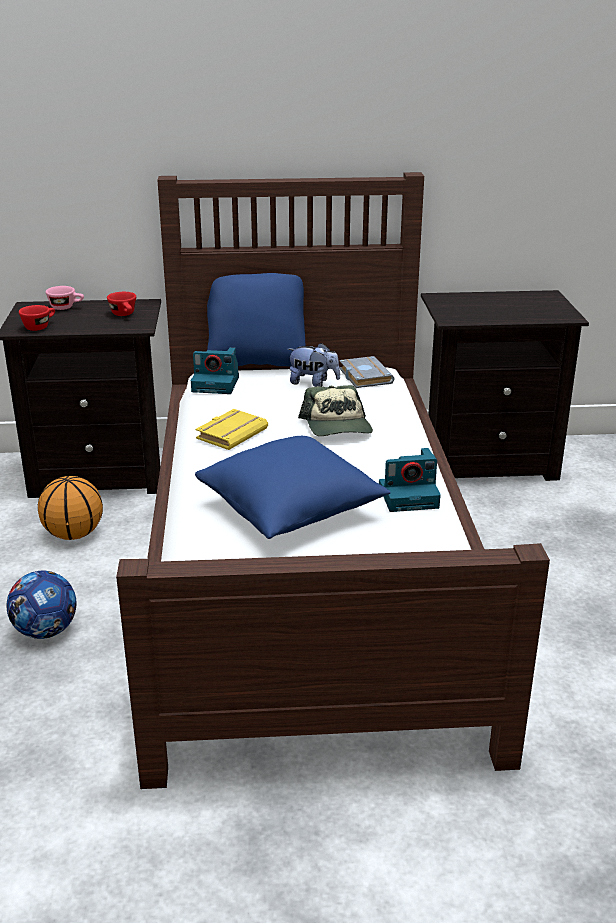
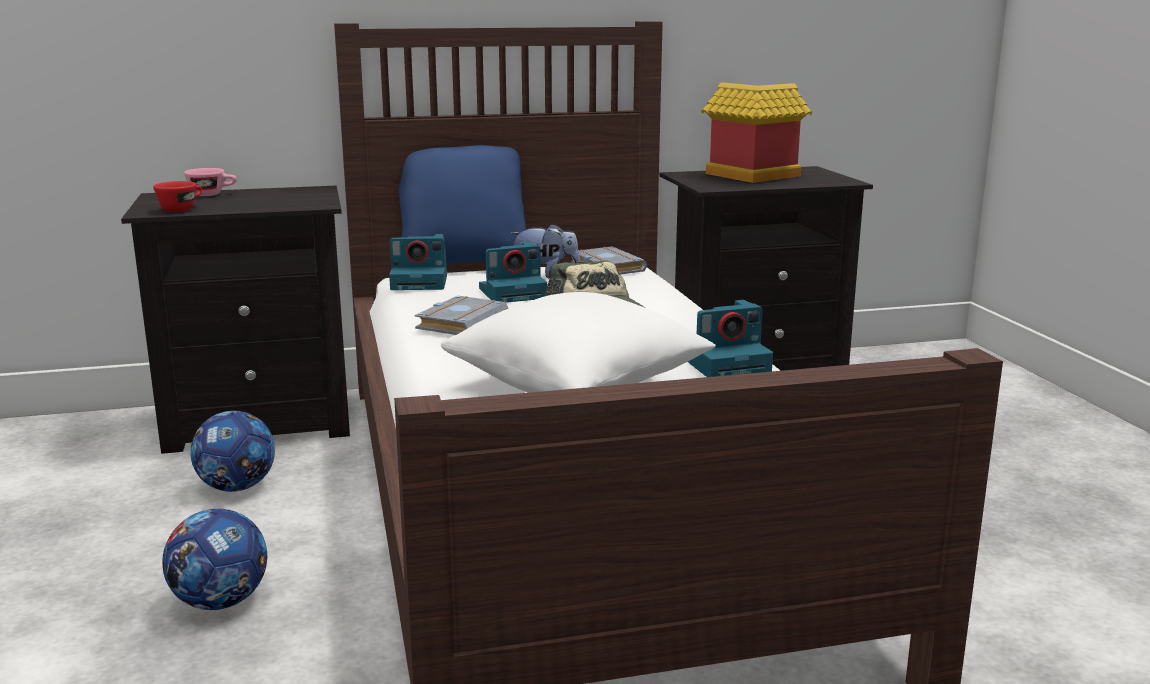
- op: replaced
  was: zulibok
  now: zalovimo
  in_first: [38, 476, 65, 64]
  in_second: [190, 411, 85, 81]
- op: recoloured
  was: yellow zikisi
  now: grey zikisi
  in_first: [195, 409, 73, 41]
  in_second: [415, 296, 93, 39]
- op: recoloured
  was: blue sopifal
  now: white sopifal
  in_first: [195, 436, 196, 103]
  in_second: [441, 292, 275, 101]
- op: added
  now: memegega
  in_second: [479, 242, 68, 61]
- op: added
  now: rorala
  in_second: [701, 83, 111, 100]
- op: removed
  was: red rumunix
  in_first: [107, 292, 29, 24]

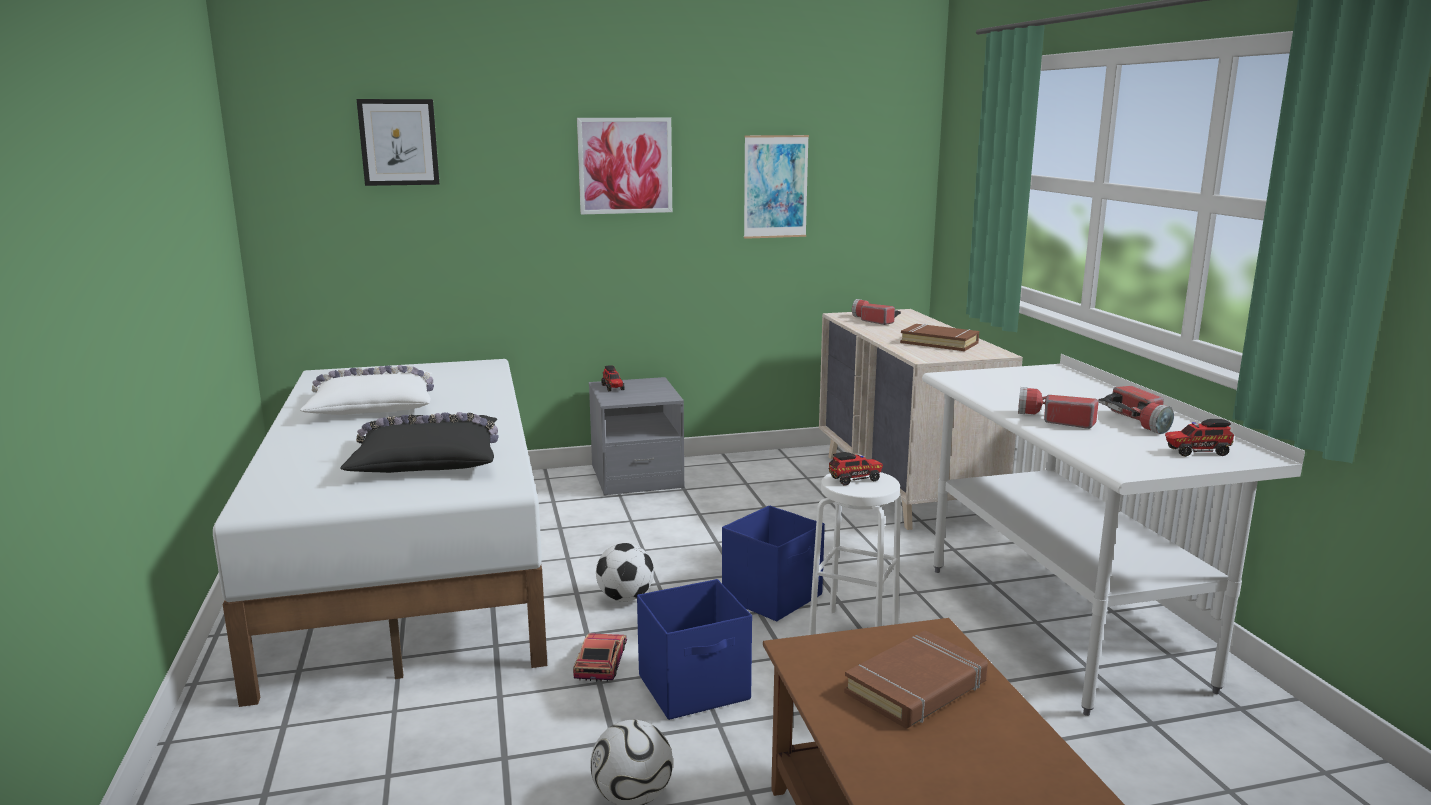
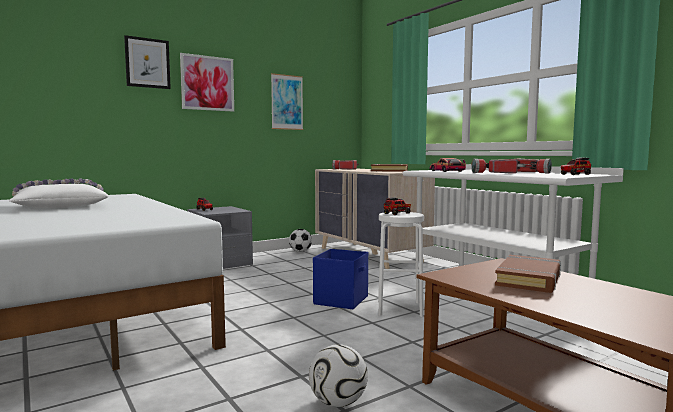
- op: moved
  was: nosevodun
  in_first: [357, 99, 83, 87]
  in_second: [124, 35, 47, 54]
- op: moved
  was: zalovimo
  in_first: [596, 543, 58, 59]
  in_second: [289, 229, 23, 23]
- op: moved
  was: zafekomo
  in_first: [573, 633, 54, 49]
  in_second: [430, 158, 36, 14]
- op: removed
  was: black sopifal
  in_first: [340, 412, 159, 61]
- op: removed
  was: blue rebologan
  in_first: [637, 579, 115, 141]

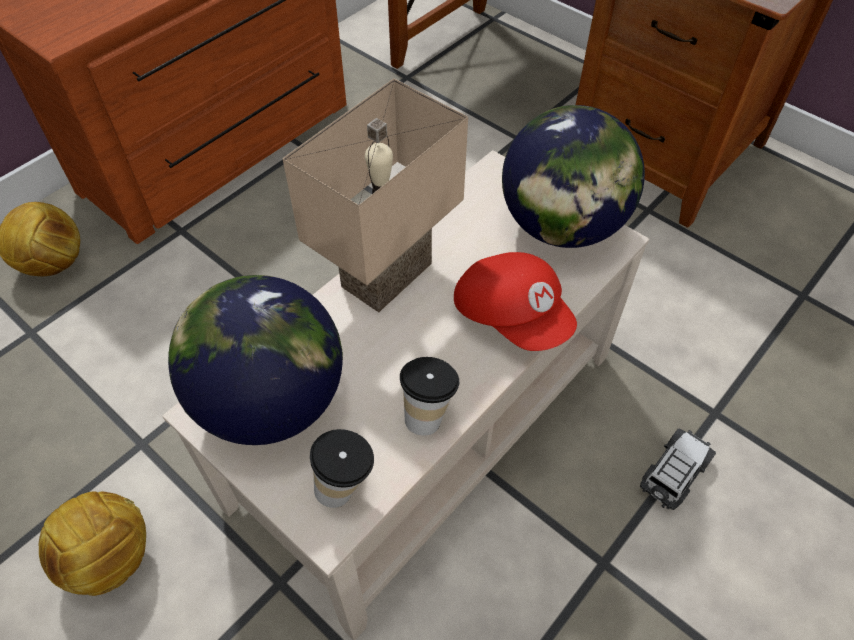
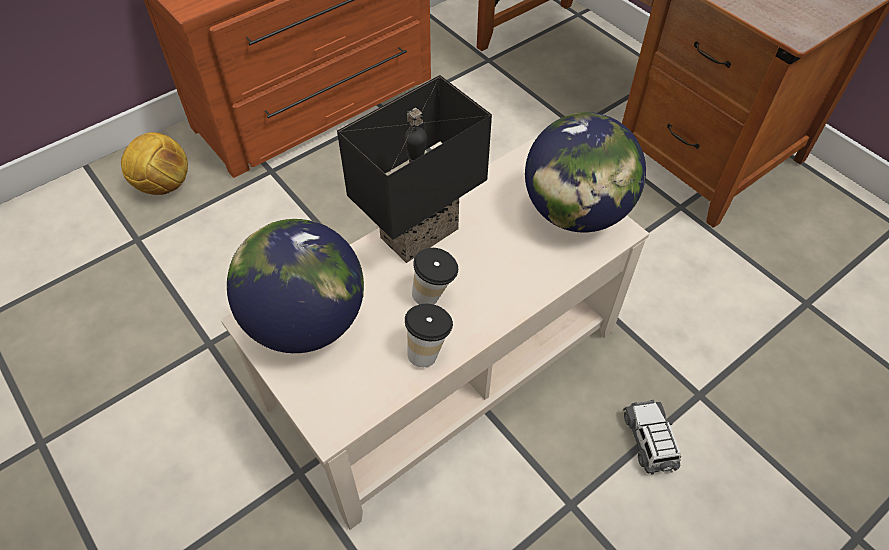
- op: recoloured
  was: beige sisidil
  now: black sisidil
  in_first: [282, 78, 186, 234]
  in_second: [337, 75, 155, 188]
- op: moved
  was: rumunix
  in_first: [310, 429, 64, 79]
  in_second: [412, 248, 46, 56]
- op: turned
  was: zafekomo
  in_first: [640, 428, 76, 82]
  in_second: [623, 400, 58, 75]
  clockwise: -60
- op: removed
  was: zalovimo
  in_first: [39, 492, 107, 104]
- op: removed
  was: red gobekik
  in_first: [454, 252, 123, 99]

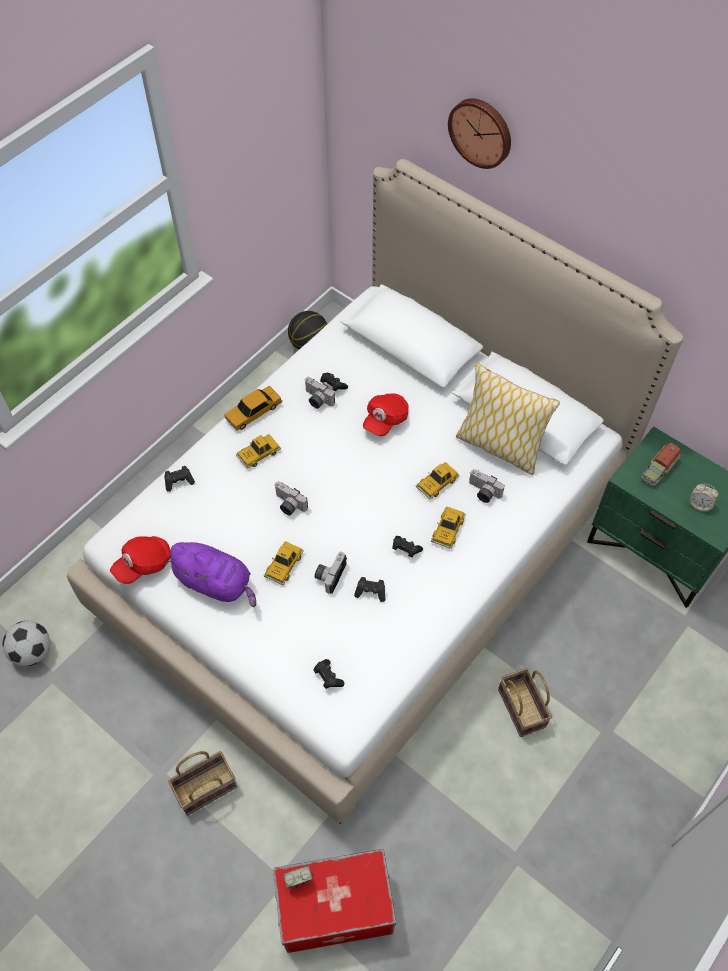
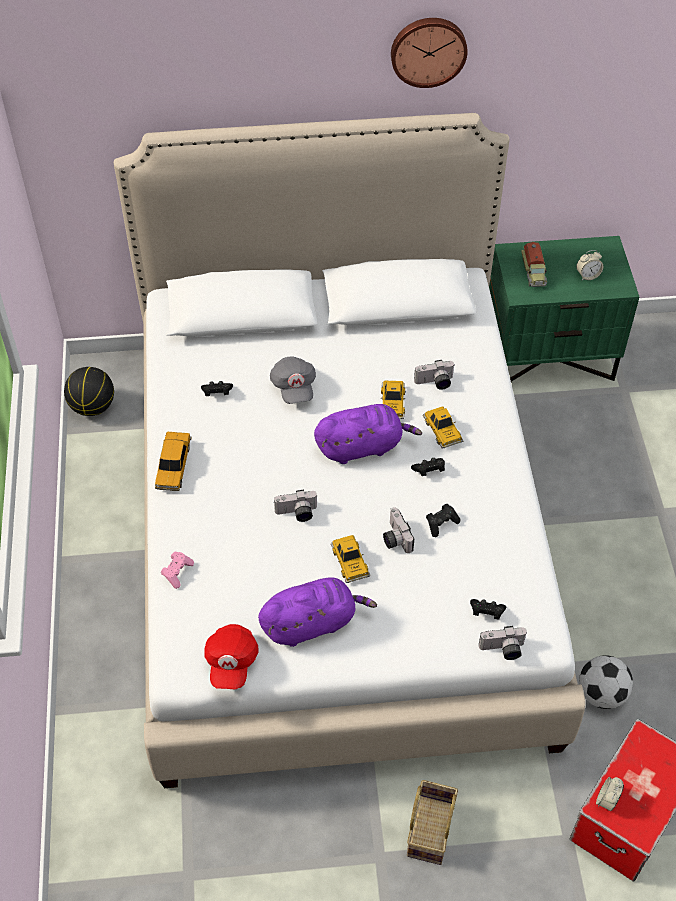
- op: recoloured
  was: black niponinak
  now: pink niponinak
  in_first: [164, 466, 31, 26]
  in_second: [161, 552, 33, 37]
- op: recoloured
  was: red gobekik
  now: grey gobekik
  in_first: [363, 394, 45, 42]
  in_second: [270, 356, 46, 48]
- op: added
  now: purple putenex
  in_second: [314, 404, 108, 60]
- op: moved
  was: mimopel
  in_first: [448, 98, 63, 71]
  in_second: [391, 18, 77, 70]
- op: moved
  was: memegega
  in_first: [304, 377, 31, 32]
  in_second: [479, 626, 48, 34]
- op: moved
  was: zalovimo
  in_first: [3, 621, 47, 45]
  in_second: [579, 655, 54, 54]
- op: removed
  was: zafekomo
  in_first: [236, 434, 45, 35]
- op: removed
  was: sopifal
  in_first: [456, 363, 104, 112]
- op: removed
  was: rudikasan
  in_first: [498, 668, 54, 69]

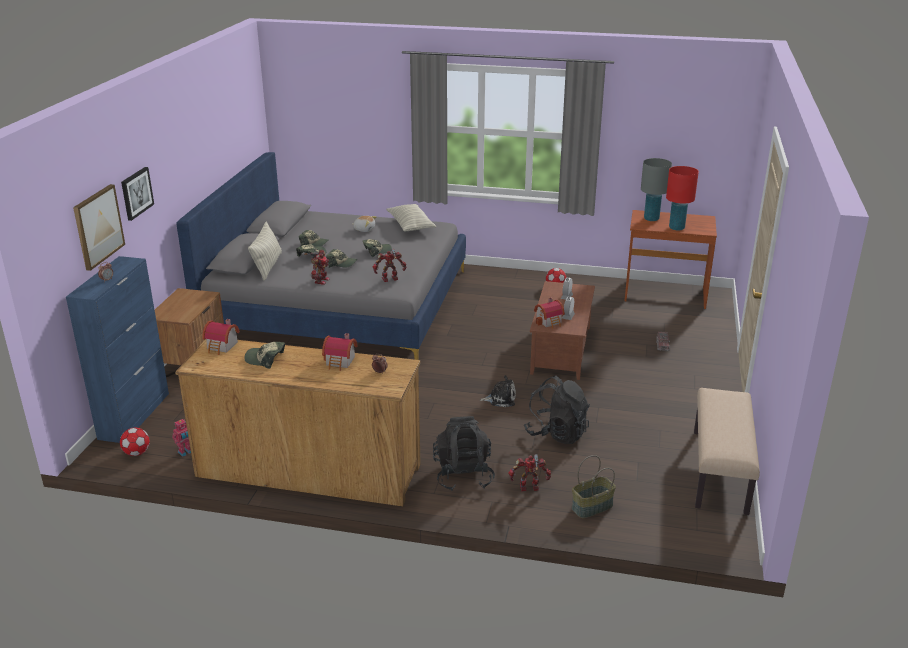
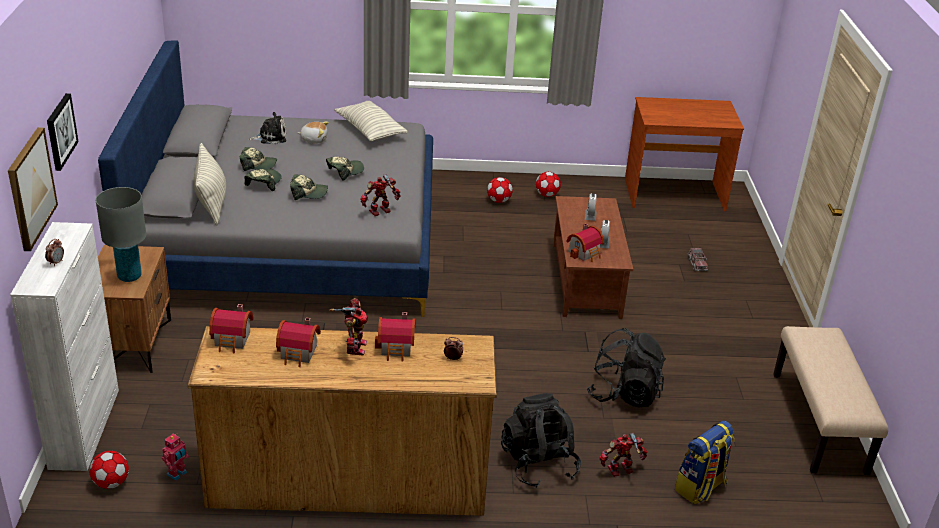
- op: recoloured
  was: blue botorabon
  now: white botorabon
  in_first: [66, 256, 103, 187]
  in_second: [10, 222, 109, 249]
- op: moved
  was: grey sisidil
  in_first: [641, 158, 31, 63]
  in_second: [96, 187, 50, 95]
- op: moved
  was: putenex
  in_first: [480, 375, 36, 32]
  in_second: [248, 112, 38, 32]
- op: replaced
  was: gobekik
  now: rorala
  in_first: [244, 342, 41, 27]
  in_second: [276, 318, 45, 49]
- op: moved
  was: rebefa
  in_first: [304, 250, 26, 35]
  in_second: [329, 298, 39, 58]
- op: added
  now: zalovimo
  in_second: [487, 177, 26, 26]
- op: replaced
  was: rudikasan
  now: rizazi
  in_first: [571, 455, 45, 63]
  in_second: [675, 421, 60, 83]
- op: removed
  was: red sisidil
  in_first: [666, 166, 33, 65]

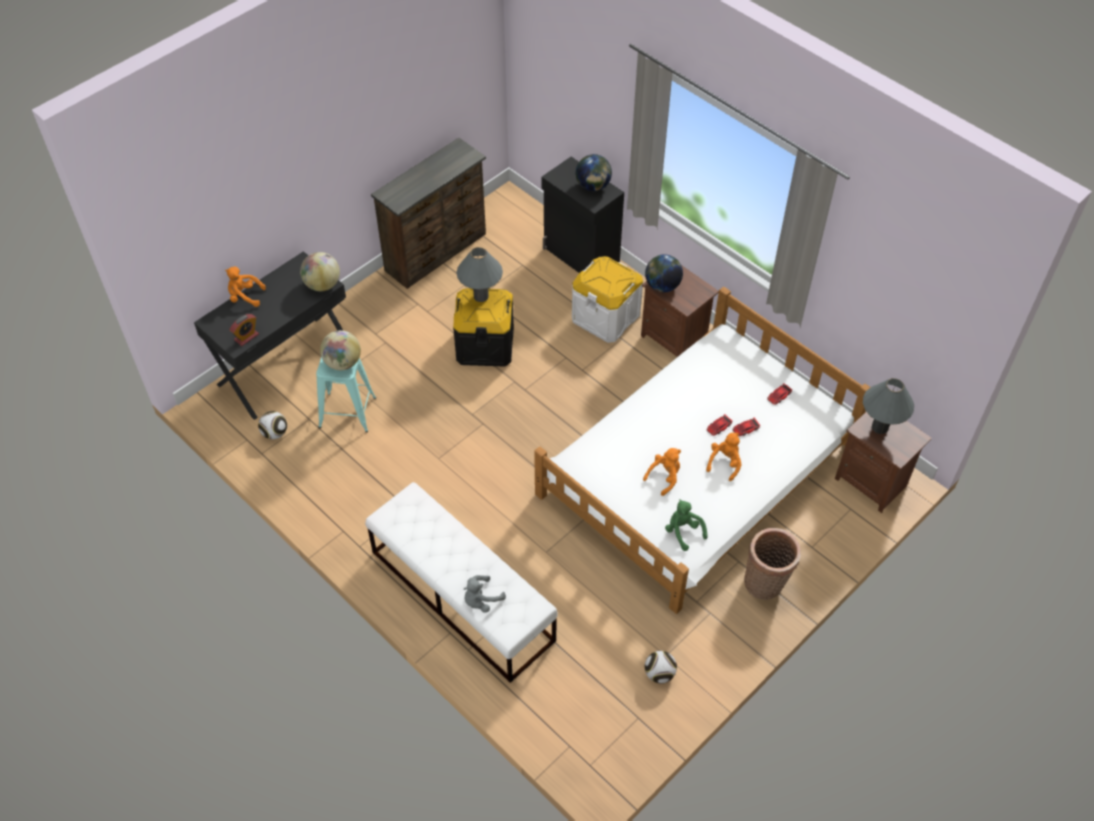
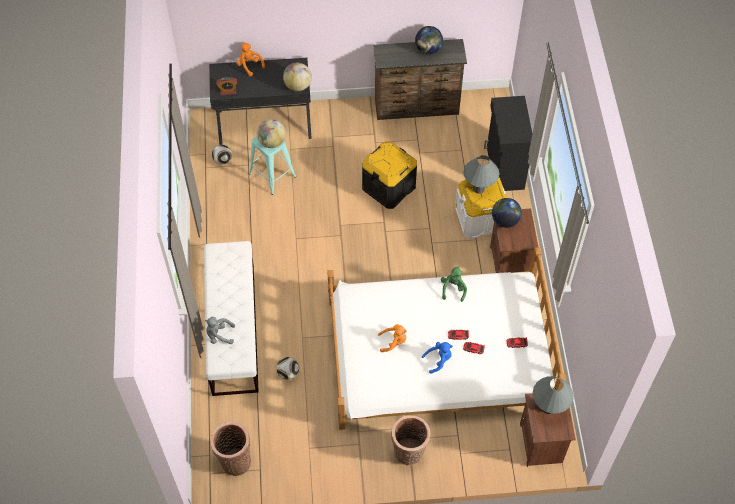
- op: added
  now: rudikasan
  in_second: [210, 422, 41, 54]
- op: moved
  was: zalovimo
  in_first: [645, 651, 32, 32]
  in_second: [276, 357, 23, 23]
- op: moved
  was: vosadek
  in_first: [575, 154, 37, 37]
  in_second: [415, 26, 28, 28]
- op: recoloured
  was: orange putenex
  now: blue putenex
  in_first: [706, 432, 36, 49]
  in_second: [422, 342, 31, 32]
- op: moved
  was: green putenex
  in_first: [665, 499, 43, 52]
  in_second: [441, 266, 26, 36]
- op: moved
  was: grey sisidil
  in_first: [456, 247, 47, 55]
  in_second: [464, 155, 35, 39]

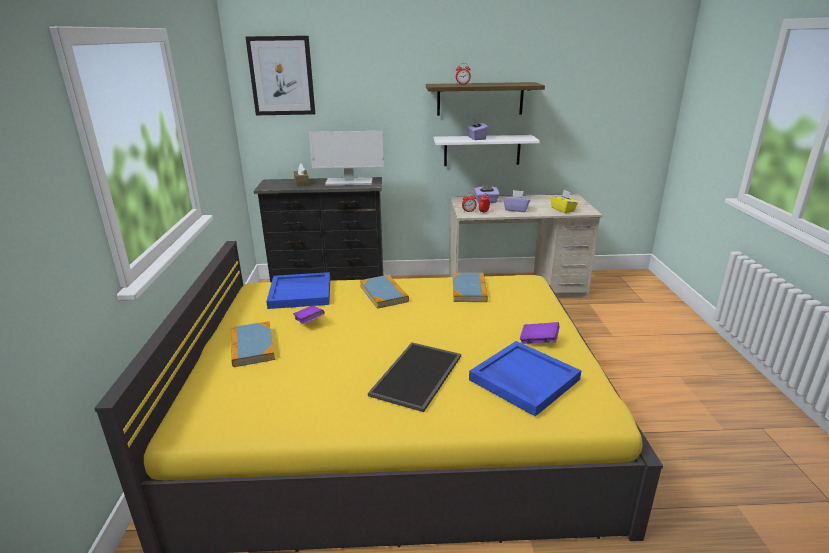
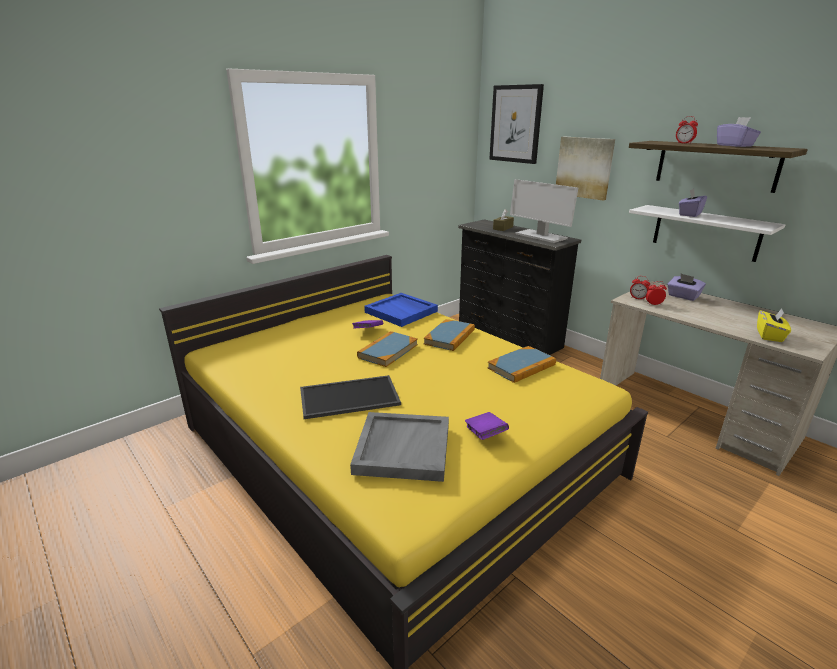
- op: recoloured
  was: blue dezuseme
  now: grey dezuseme
  in_first: [469, 341, 112, 75]
  in_second: [350, 412, 99, 70]
- op: moved
  was: zikisi
  in_first: [231, 321, 44, 46]
  in_second: [357, 331, 61, 36]
- op: added
  now: nosevodun
  in_second: [556, 137, 59, 64]
- op: moved
  was: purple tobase
  in_first: [503, 190, 27, 22]
  in_second: [717, 117, 44, 30]

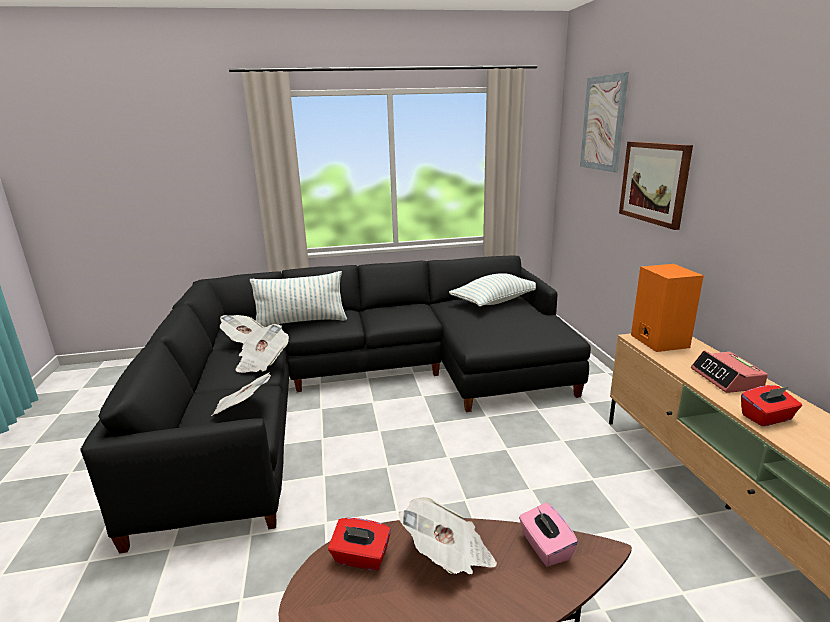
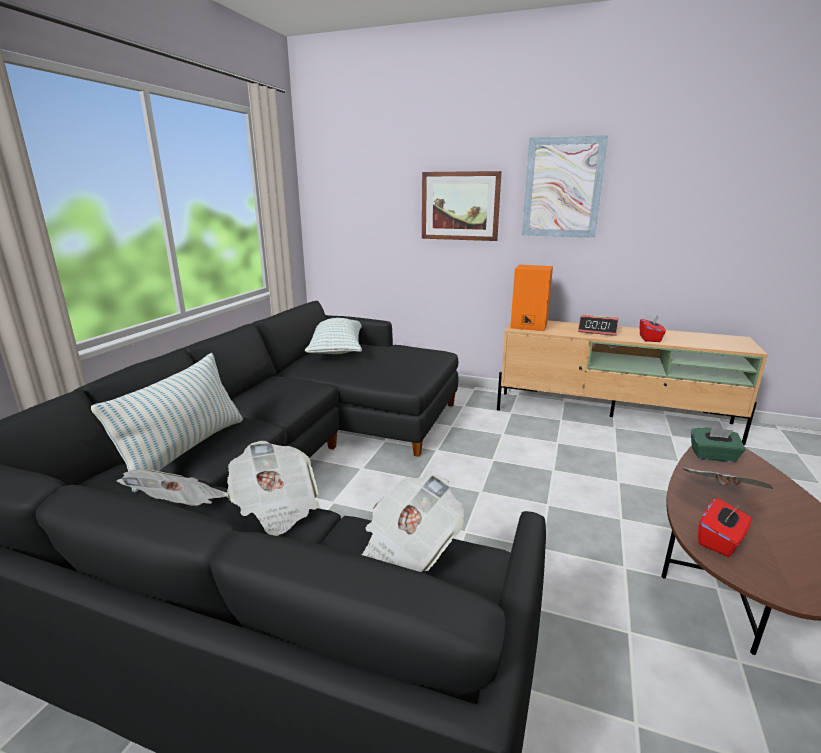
- op: moved
  was: nosevodun
  in_first: [580, 72, 49, 100]
  in_second: [522, 135, 86, 103]
- op: recoloured
  was: pink tobase
  now: green tobase
  in_first: [519, 503, 59, 64]
  in_second: [691, 428, 55, 34]

